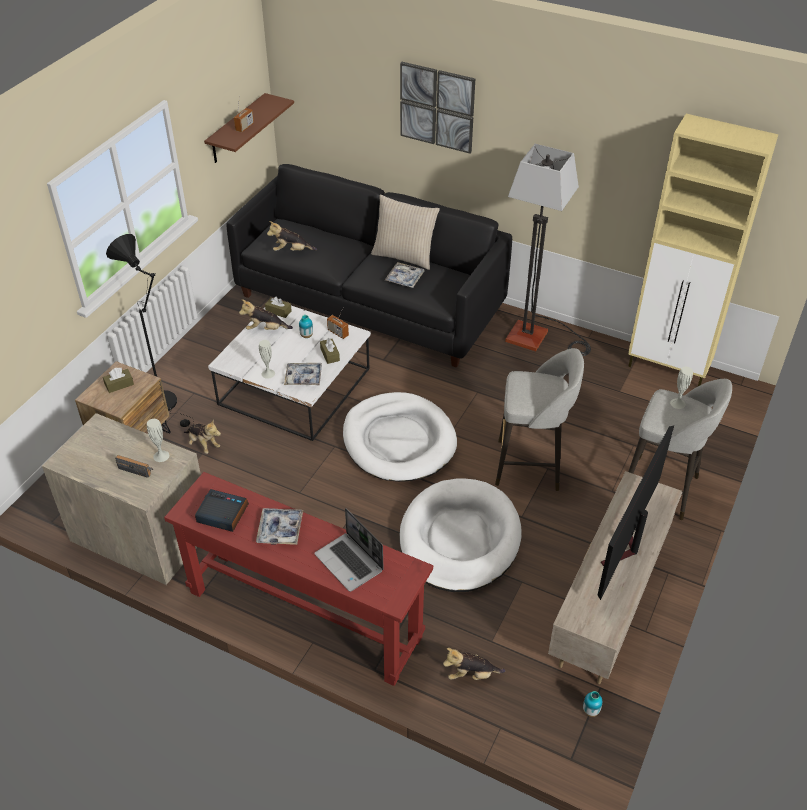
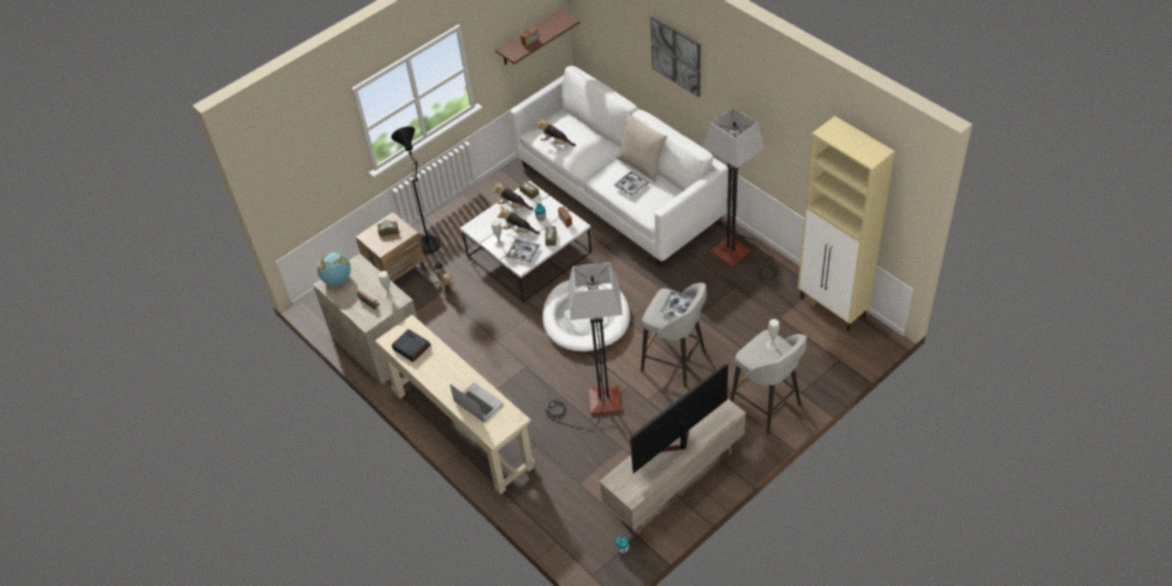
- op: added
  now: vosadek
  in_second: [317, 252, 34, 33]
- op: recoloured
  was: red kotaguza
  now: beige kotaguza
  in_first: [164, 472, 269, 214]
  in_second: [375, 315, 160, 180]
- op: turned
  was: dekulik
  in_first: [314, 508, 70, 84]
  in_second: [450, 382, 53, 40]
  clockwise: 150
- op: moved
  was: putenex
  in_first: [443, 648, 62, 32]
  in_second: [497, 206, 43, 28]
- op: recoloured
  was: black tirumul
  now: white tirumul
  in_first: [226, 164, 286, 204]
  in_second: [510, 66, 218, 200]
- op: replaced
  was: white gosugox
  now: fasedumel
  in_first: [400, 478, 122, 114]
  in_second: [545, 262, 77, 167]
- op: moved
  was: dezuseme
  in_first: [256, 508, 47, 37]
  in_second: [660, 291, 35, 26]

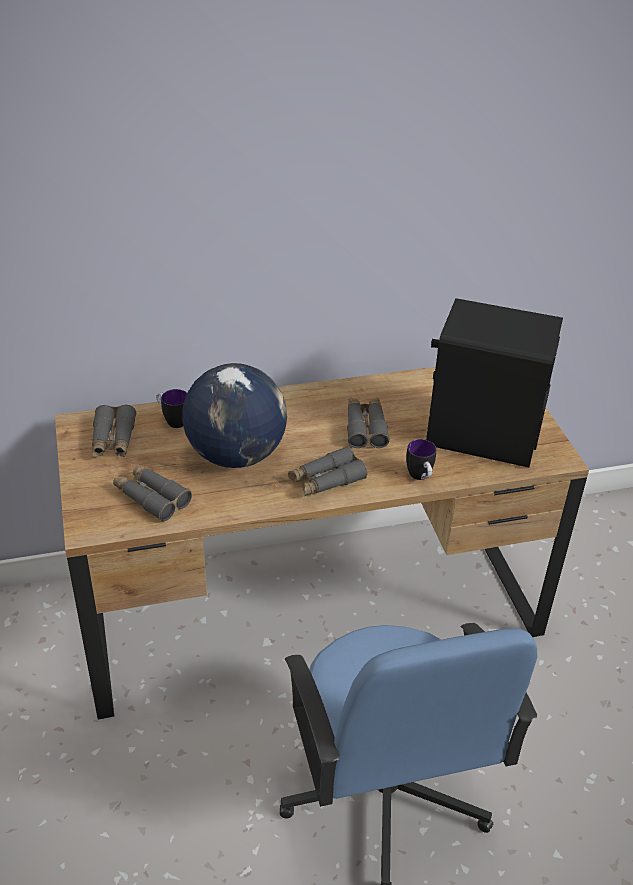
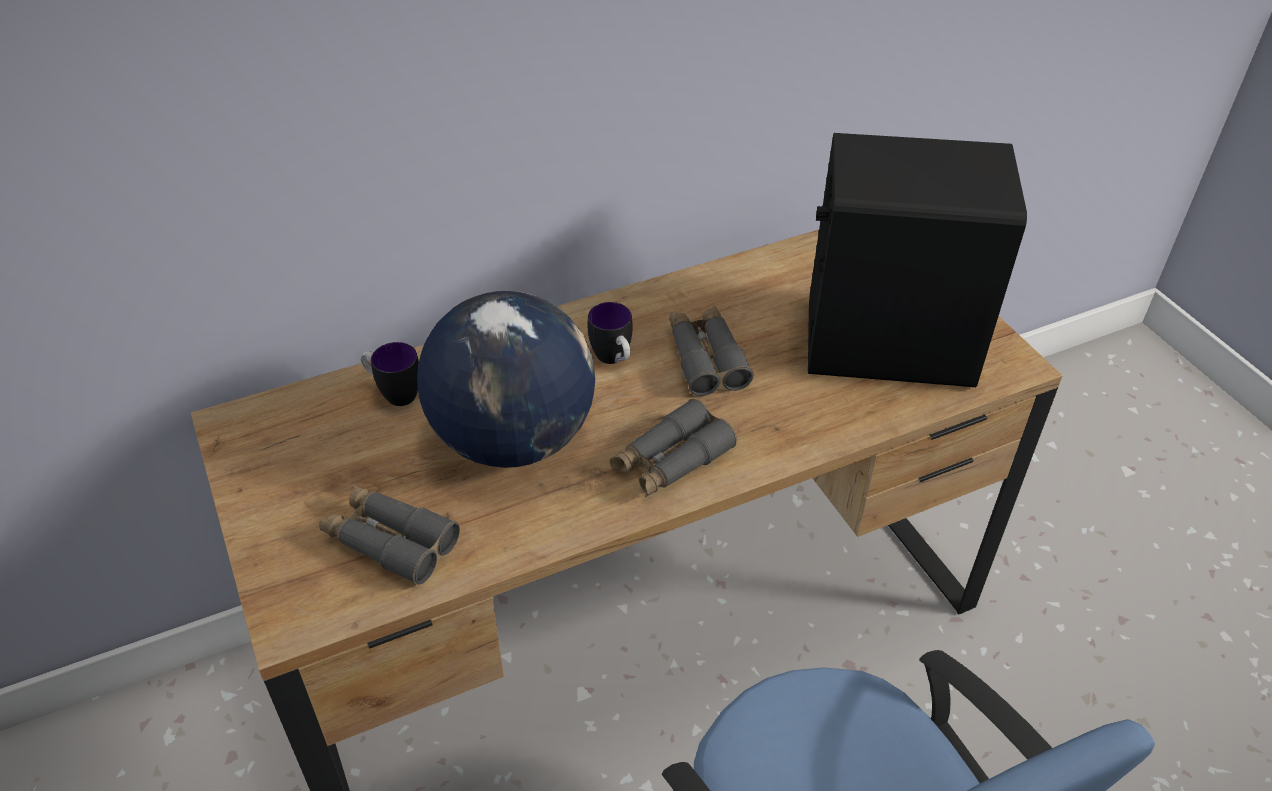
- op: moved
  was: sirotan
  in_first: [406, 439, 30, 41]
  in_second: [588, 302, 45, 62]
- op: removed
  was: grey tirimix
  in_first: [92, 405, 44, 52]

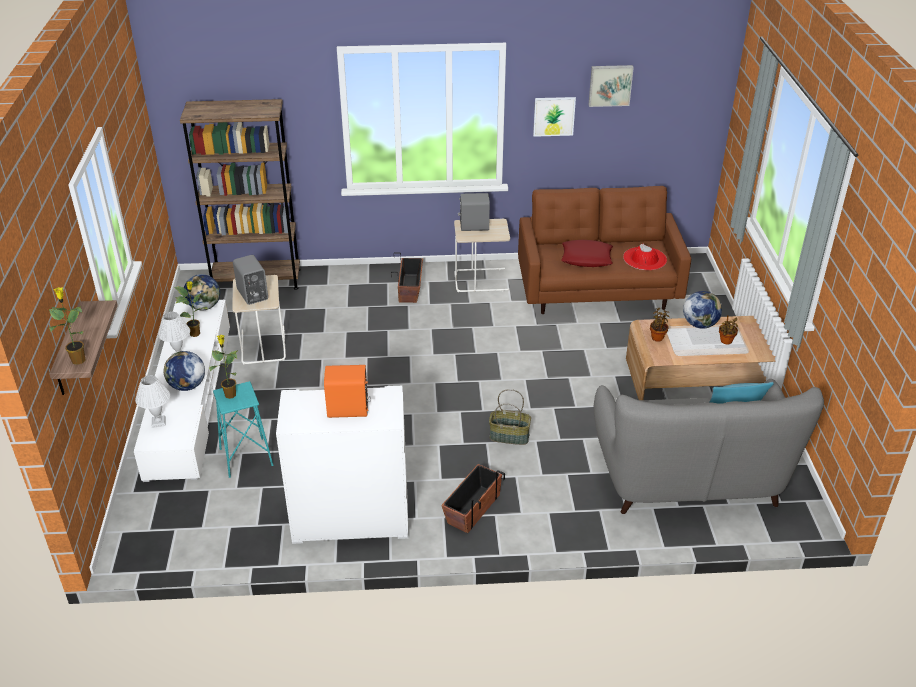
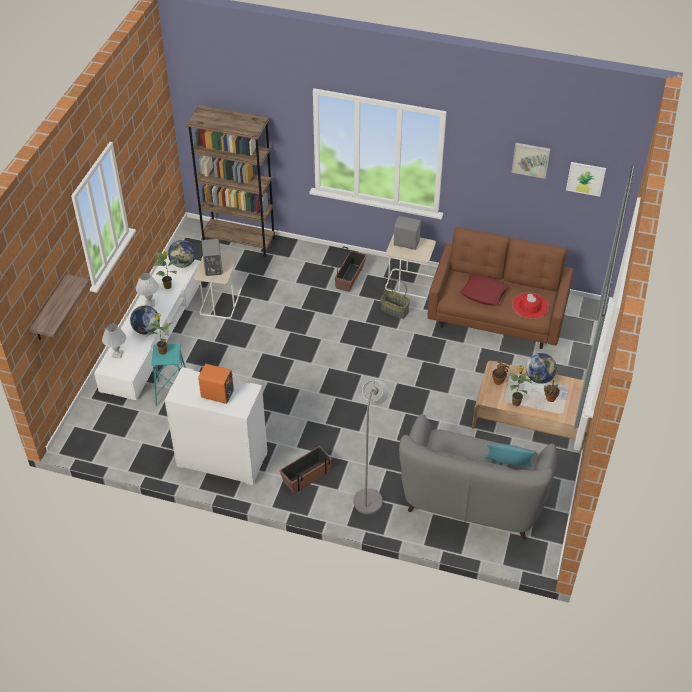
- op: added
  now: grey fasedumel
  in_second: [353, 380, 35, 134]
- op: moved
  was: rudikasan
  in_first: [489, 389, 42, 56]
  in_second: [381, 279, 29, 40]
- op: moved
  was: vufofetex
  in_first: [49, 287, 37, 78]
  in_second: [510, 365, 22, 41]
- op: moved
  was: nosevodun
  in_first: [533, 97, 43, 40]
  in_second: [566, 162, 40, 35]

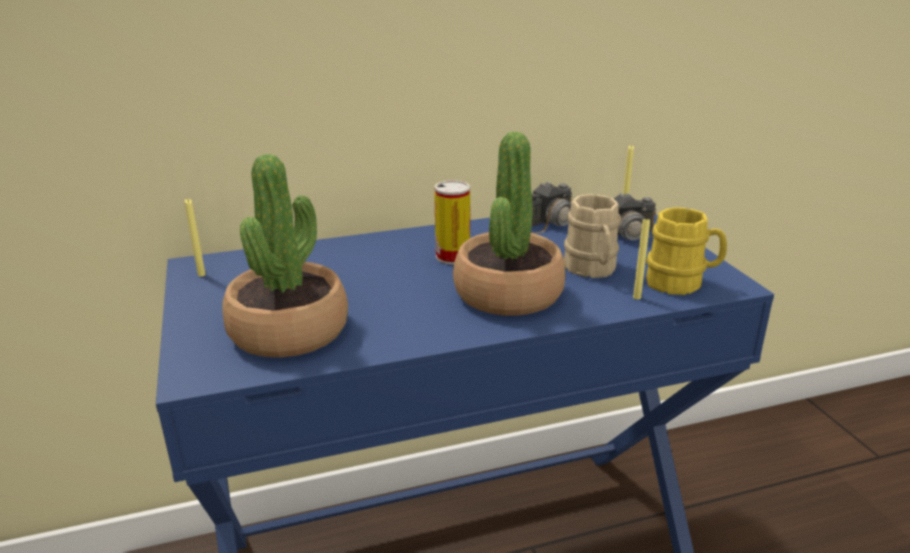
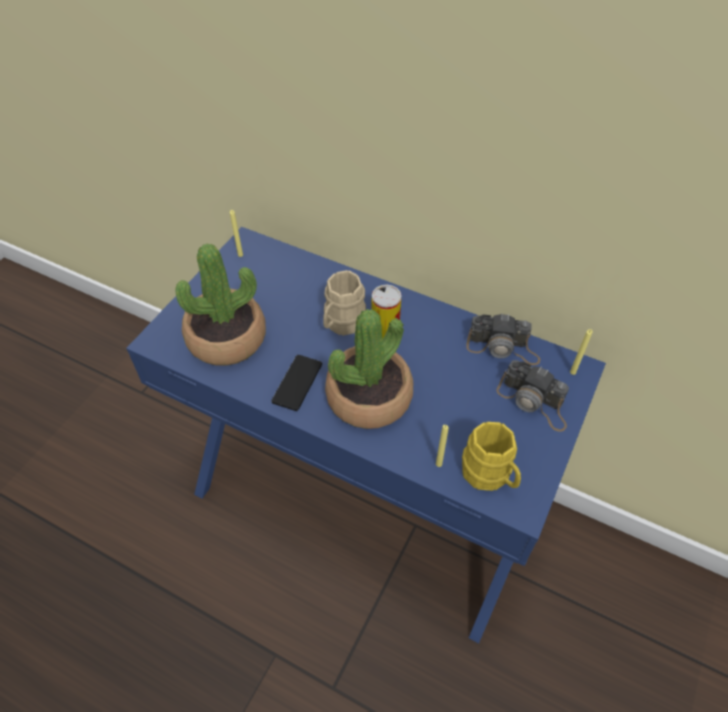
- op: added
  now: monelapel
  in_second: [271, 355, 51, 56]
- op: moved
  was: beige sirotan
  in_first: [564, 194, 57, 84]
  in_second: [323, 270, 43, 66]

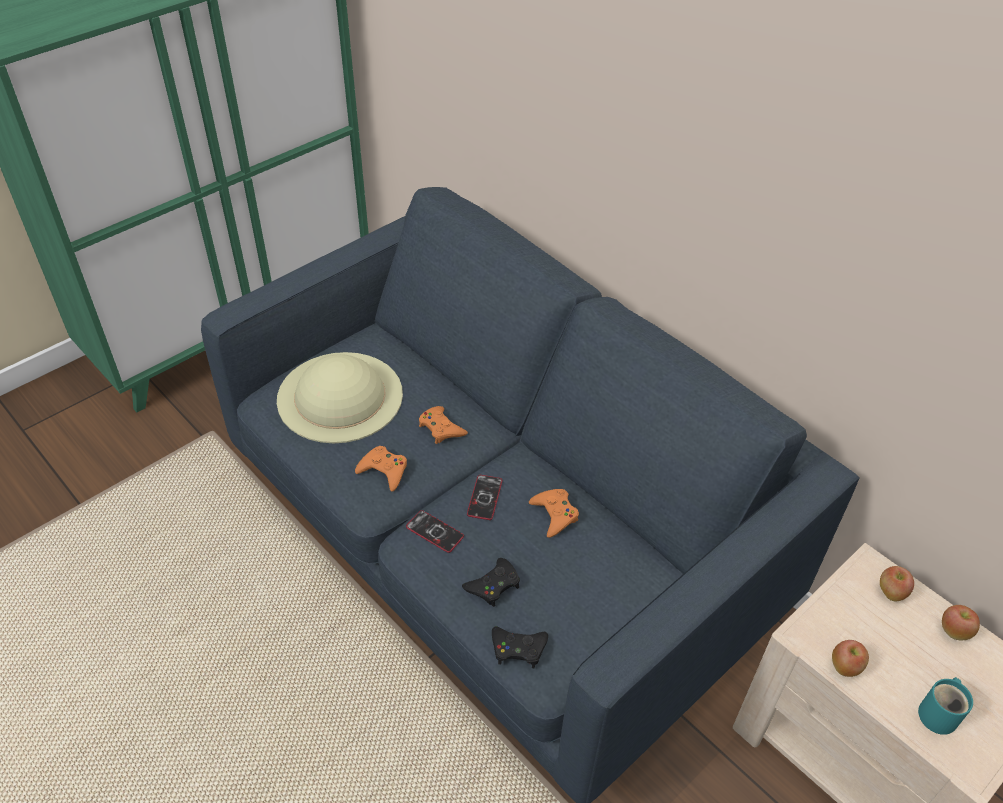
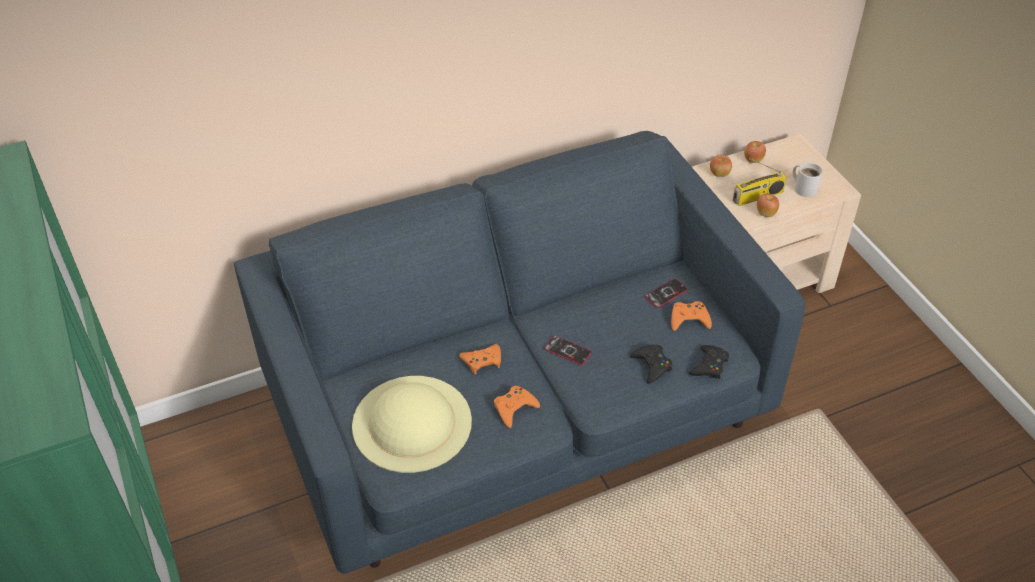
- op: moved
  was: monelapel
  in_first: [406, 510, 58, 43]
  in_second: [645, 278, 43, 30]
- op: moved
  was: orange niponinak
  in_first: [529, 489, 50, 49]
  in_second: [671, 301, 41, 30]
- op: added
  now: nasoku
  in_second: [733, 158, 53, 48]
- op: recoloured
  was: turquoise sirotan
  now: white sirotan
  in_first: [918, 677, 55, 58]
  in_second: [793, 162, 30, 35]

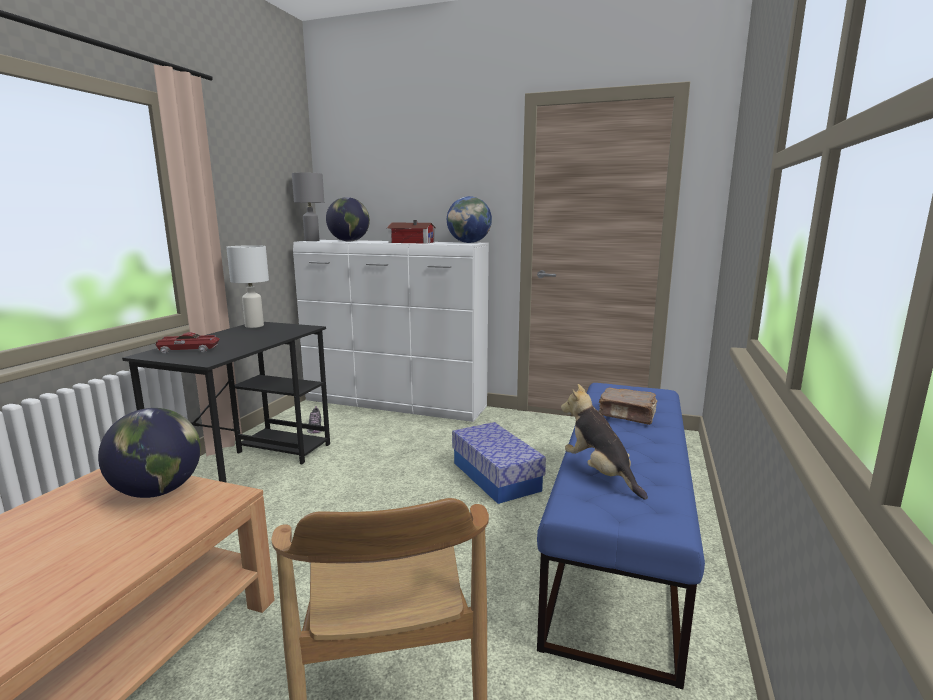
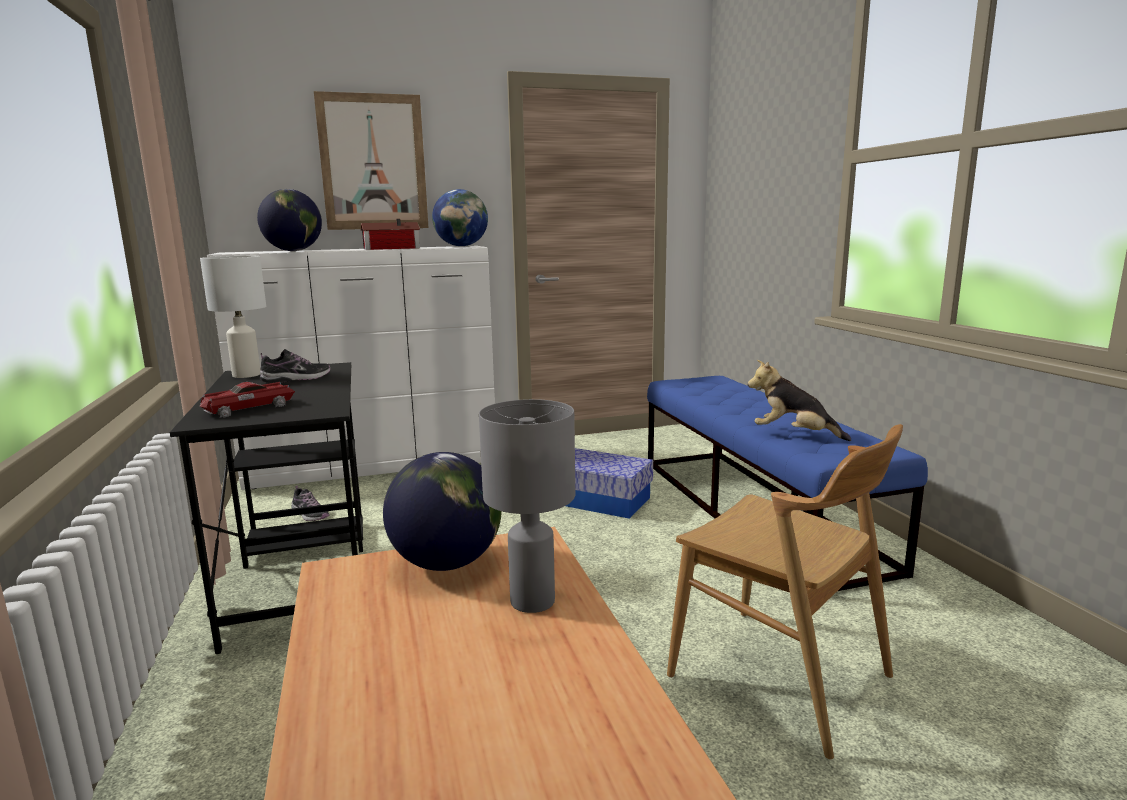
- op: added
  now: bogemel
  in_second: [260, 349, 70, 34]
- op: added
  now: nosevodun
  in_second: [314, 91, 115, 139]
- op: moved
  was: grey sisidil
  in_first: [292, 172, 32, 69]
  in_second: [479, 399, 96, 214]
- op: removed
  was: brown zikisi
  in_first: [599, 388, 58, 37]

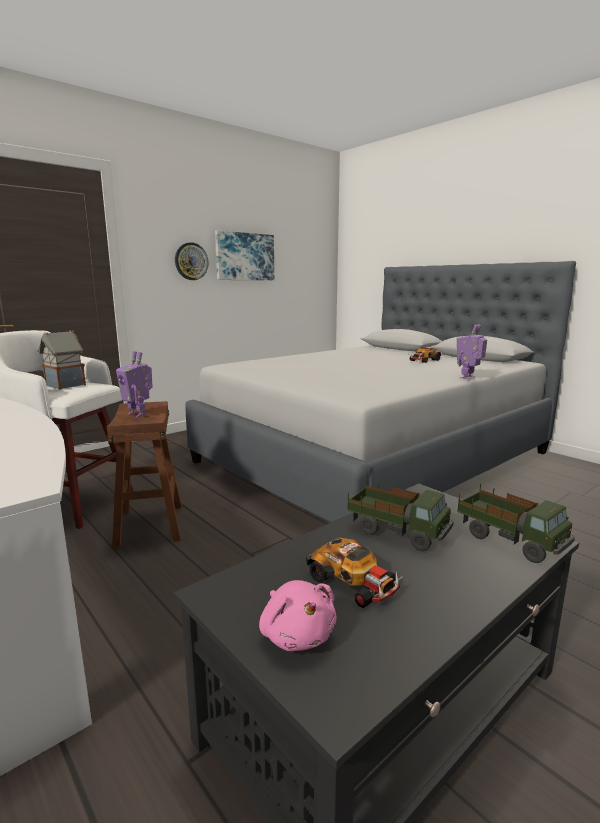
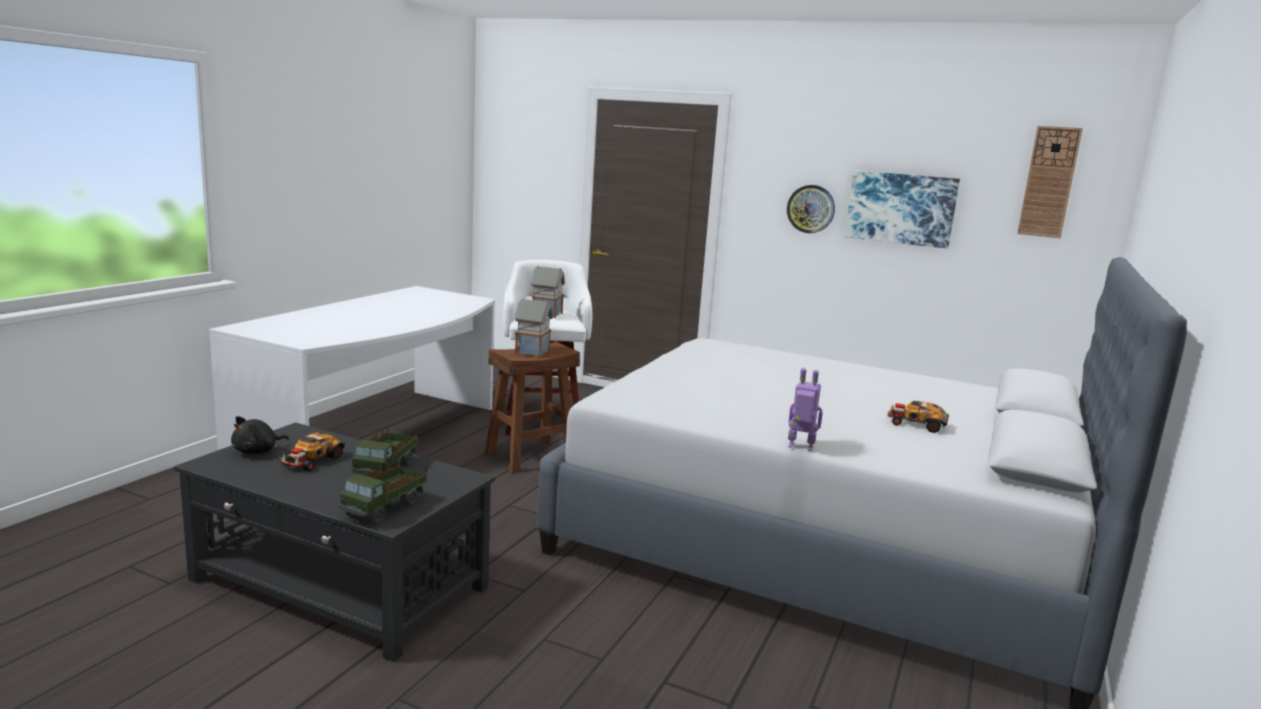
- op: recoloured
  was: pink putenex
  now: black putenex
  in_first: [259, 580, 77, 71]
  in_second: [231, 416, 58, 38]
- op: replaced
  was: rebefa
  now: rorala
  in_first: [116, 351, 37, 66]
  in_second: [515, 298, 38, 59]
- op: added
  now: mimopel
  in_second: [1017, 126, 66, 112]

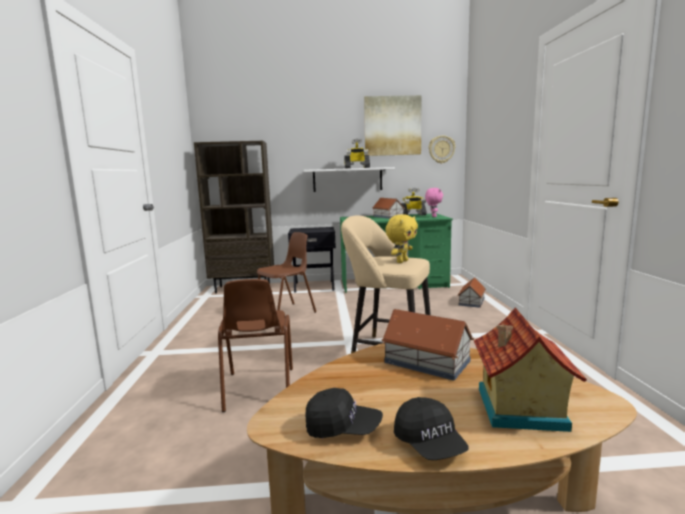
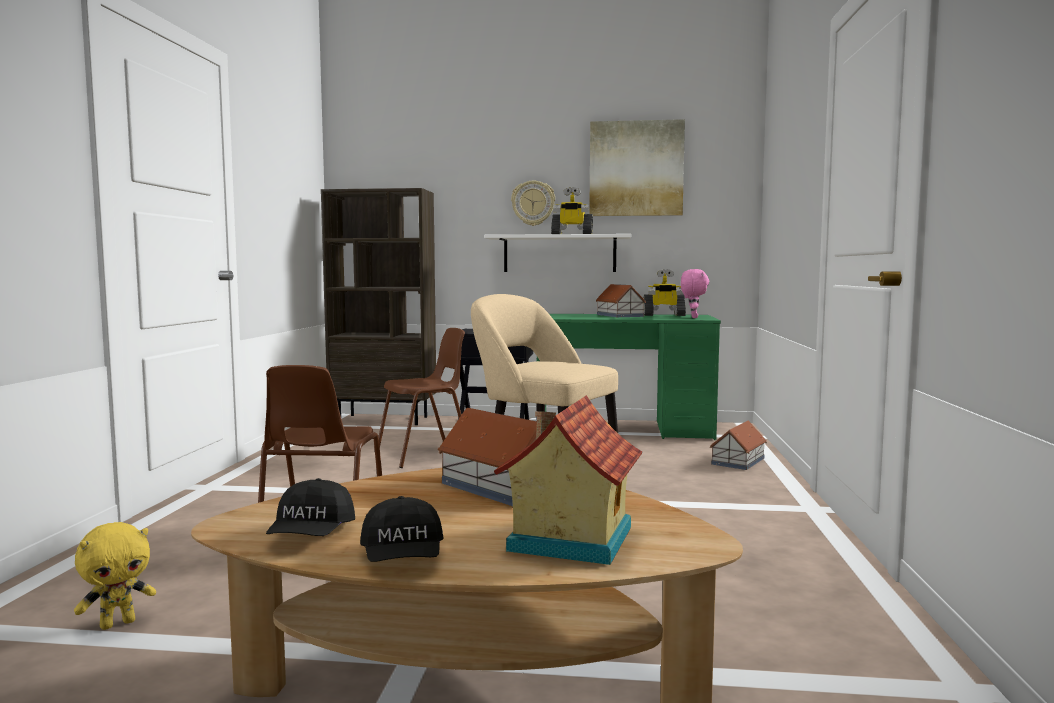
- op: moved
  was: yellow putenex
  in_first: [385, 214, 33, 49]
  in_second: [74, 522, 82, 108]
- op: turned
  was: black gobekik
  in_first: [306, 388, 77, 50]
  in_second: [266, 478, 89, 58]
  clockwise: 75
- op: moved
  was: mimopel
  in_first: [429, 135, 26, 29]
  in_second: [511, 181, 44, 45]

